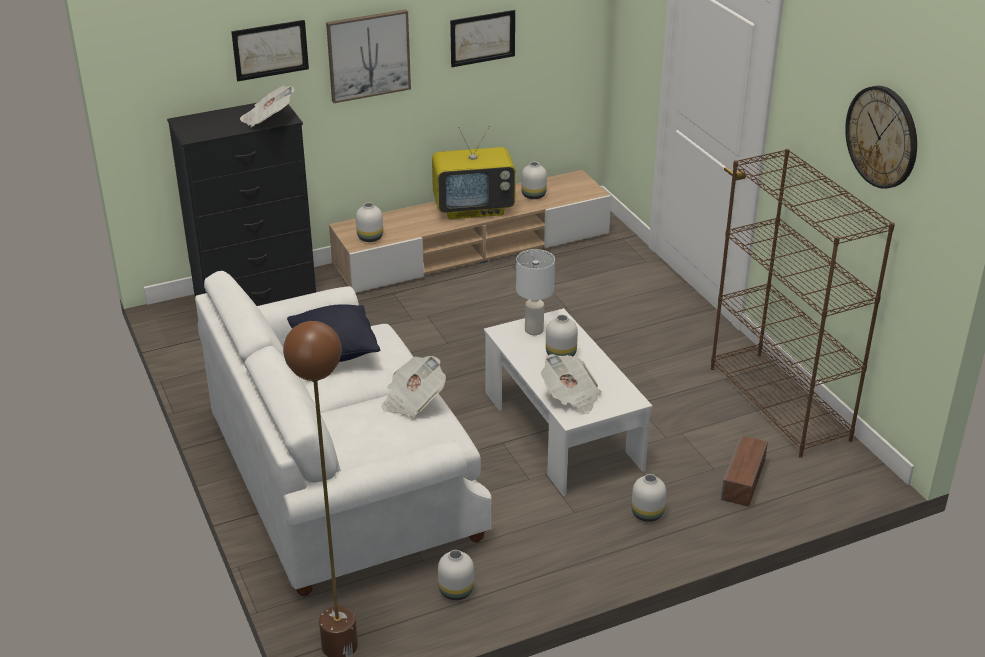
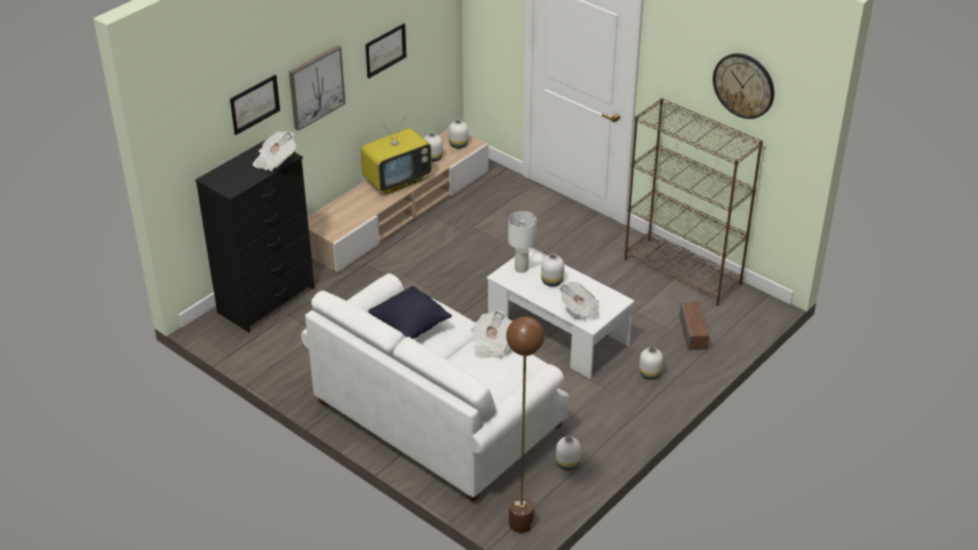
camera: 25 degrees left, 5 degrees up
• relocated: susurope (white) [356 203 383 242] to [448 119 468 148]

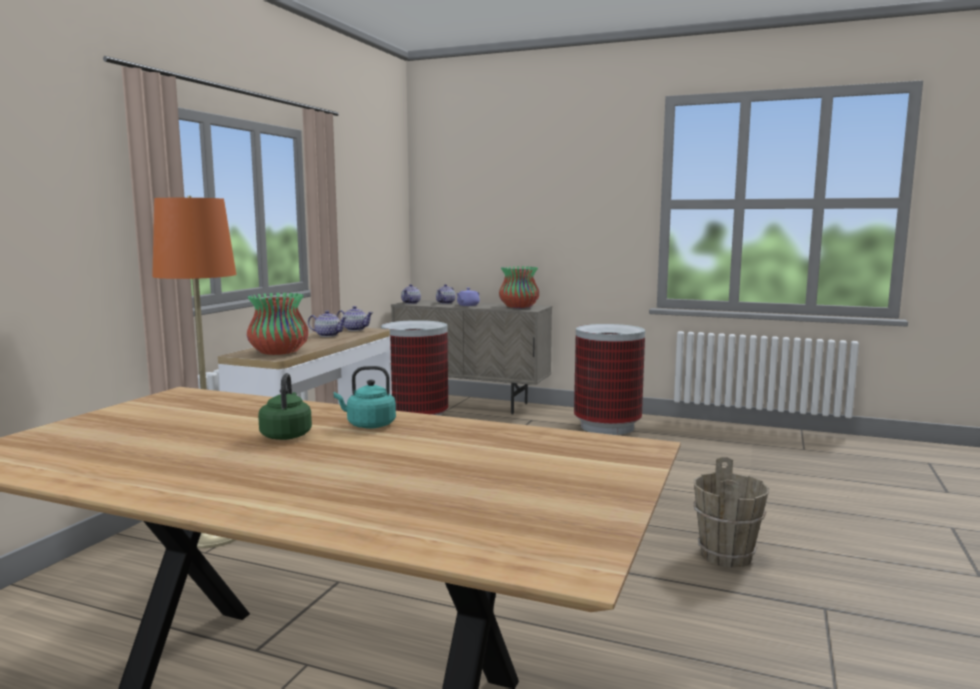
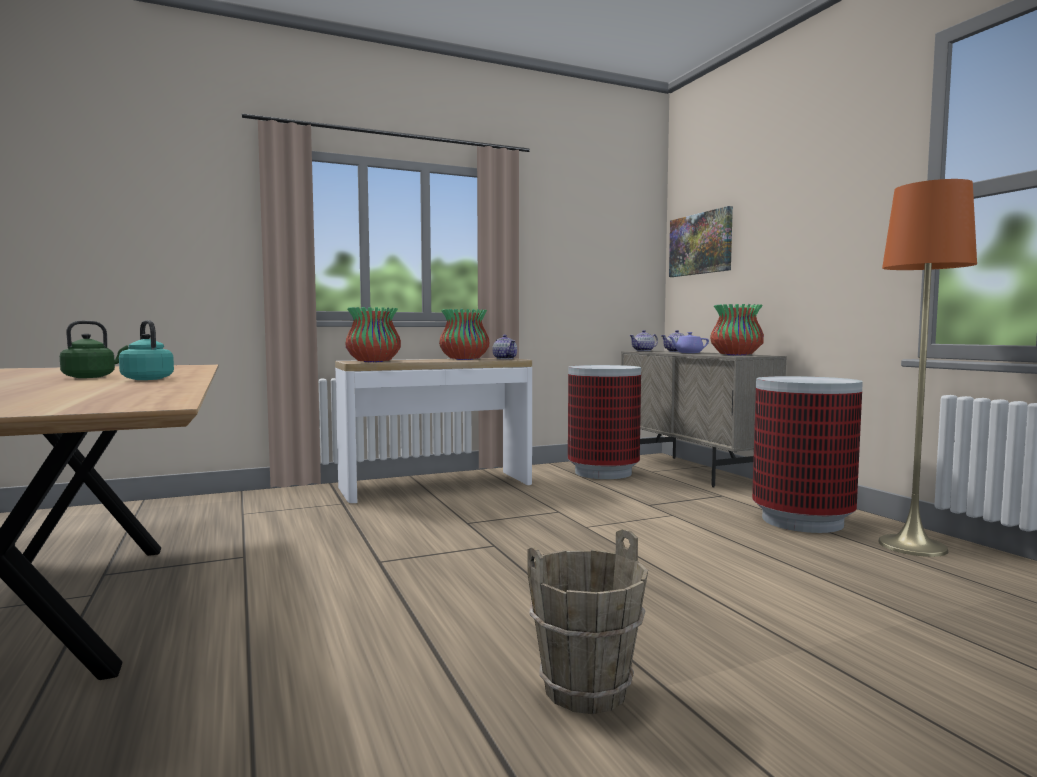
camera: 45 degrees right, 5 degrees down
• exchanged: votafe [308 310 348 337] to susurope [439 309 489 360]
• appeared: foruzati [669 206 733 277]
• relocated: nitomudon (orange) [152 196 236 548] to [878 179 977 557]

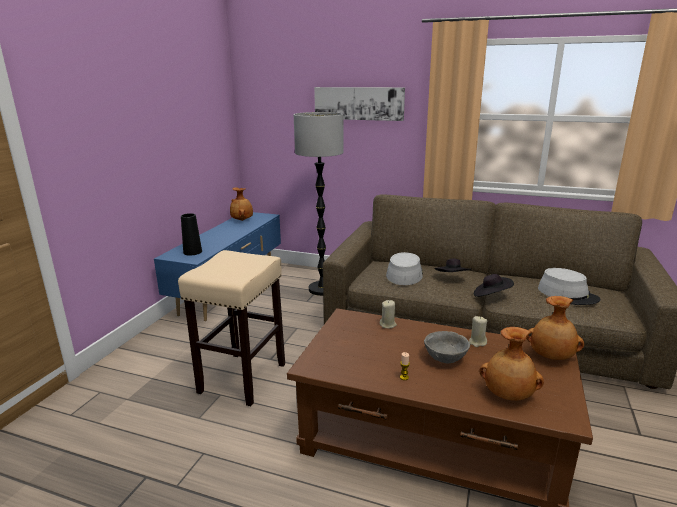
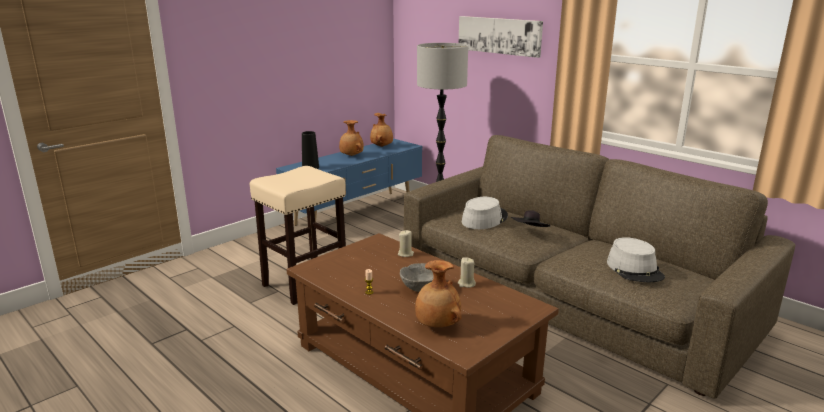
camera: 25 degrees right, 0 degrees up
• relocated: susurope (brown) [526 296 584 360] to [339 120 364 156]
• missing: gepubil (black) [474 274 514 297]

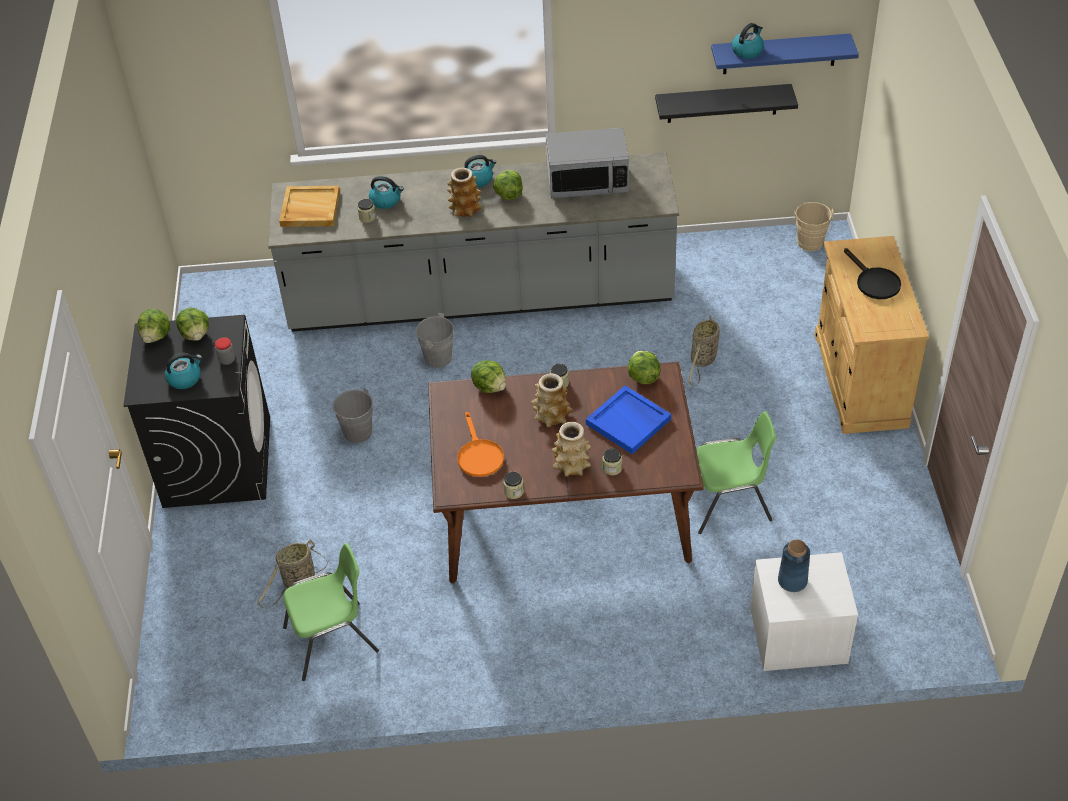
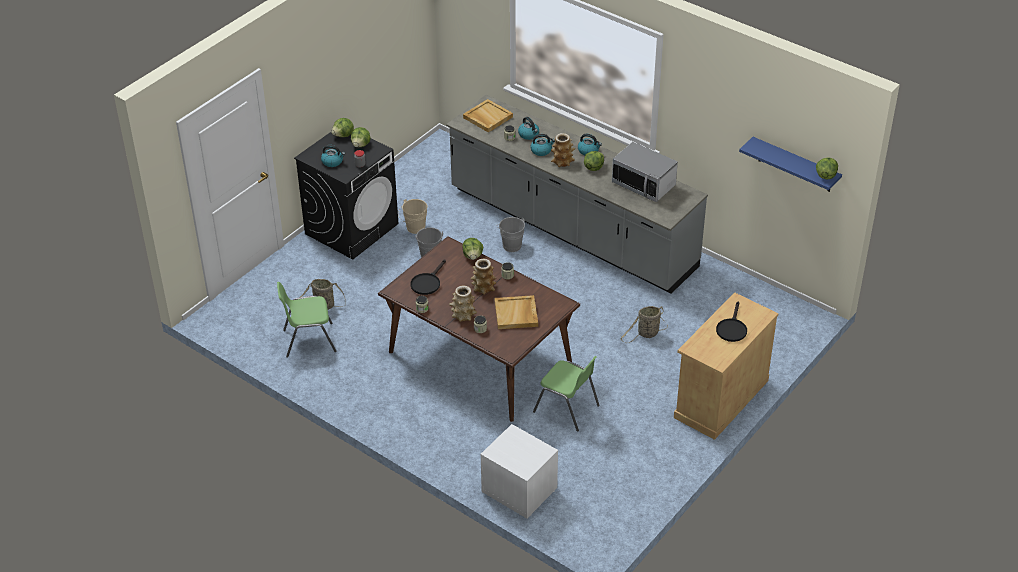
camera: 40 degrees right, 5 degrees down
• spun: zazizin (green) [283 543 379 681] = [277 282 337 358] 150 degrees clockwise
• relocated: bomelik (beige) [794 202 834 251] to [398 199 428 234]
• colour: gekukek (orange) [457 412 504 477] to gekukek (black) [410 259 446 295]
• colour: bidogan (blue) [586 386 671 454] to bidogan (beige) [495 295 538 329]
• relocated: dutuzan [732 23 764 59] to [531 134 555 156]
• relocated: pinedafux [628 351 661 384] to [816 158 838 180]
• missing: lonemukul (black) [655 84 798 123]
• missing: susurope (blue) [778 539 810 592]

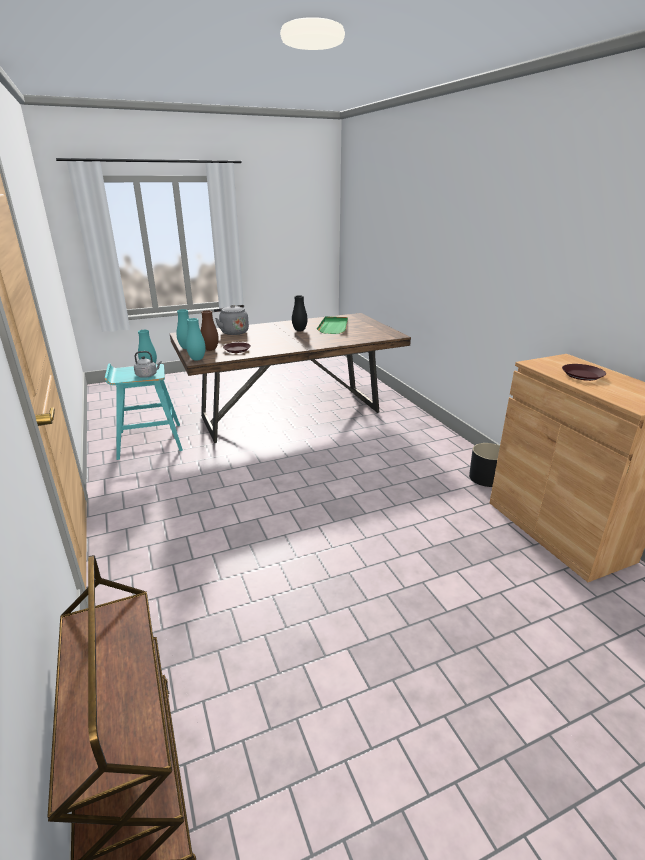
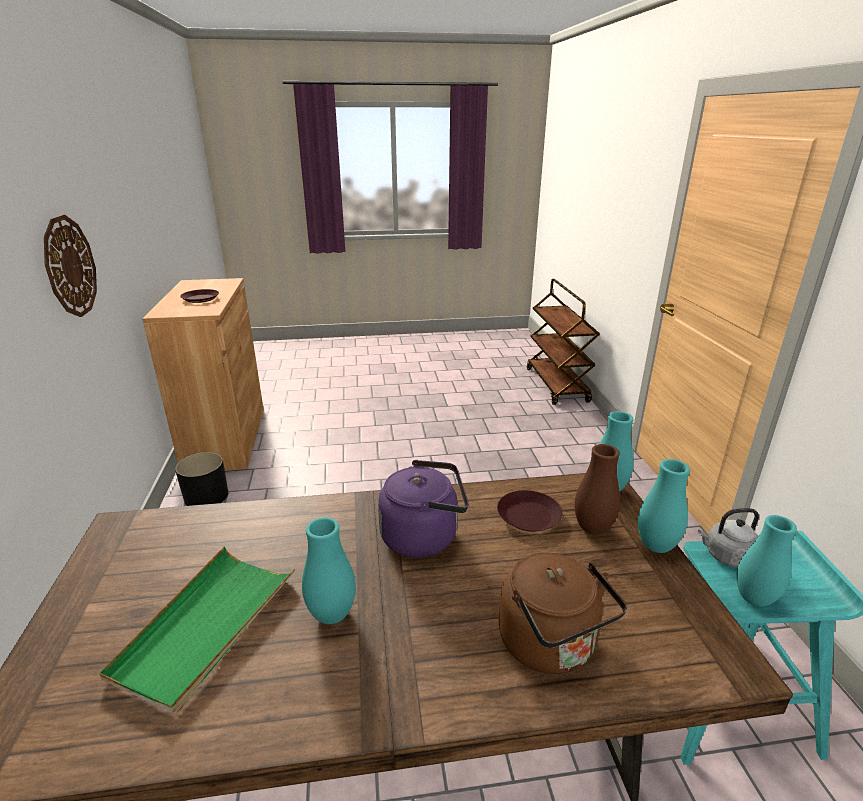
camera: 165 degrees left, 0 degrees up
• appeared: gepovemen [44 215 97 317]
• colour: susurope (black) [292 295 307 331] to susurope (turquoise) [302 517 356 624]
• appeared: dutuzan (purple) [378 460 469 558]
• colour: dutuzan (grey) [214 305 249 335] to dutuzan (brown) [499 552 627 674]

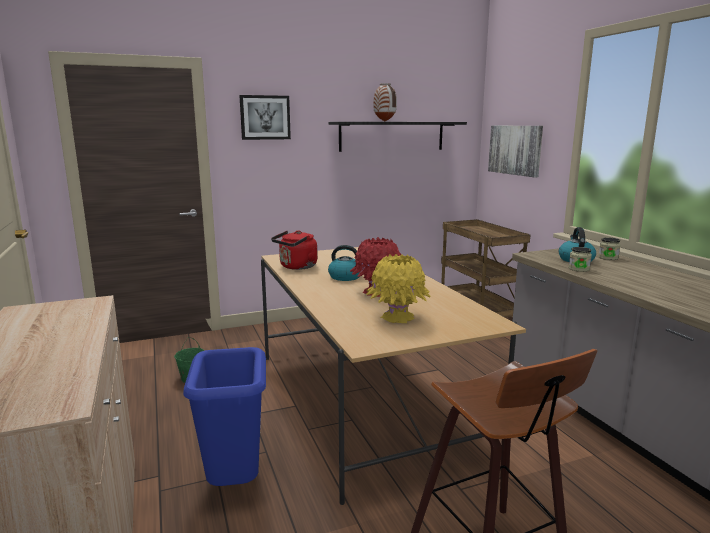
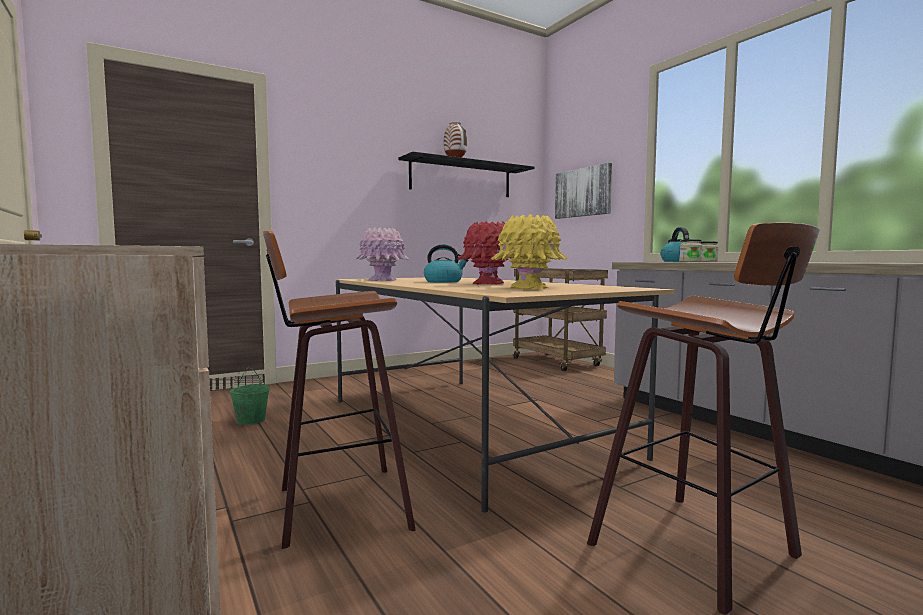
camera: 10 degrees left, 10 degrees down
• exchanged: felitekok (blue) [183 347 266 486] to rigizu [263 231 416 549]
• exchanged: dutuzan (red) [271 230 317 270] to susurope (pink) [355 227 409 281]
• missing: foruzati [239 95 291 140]

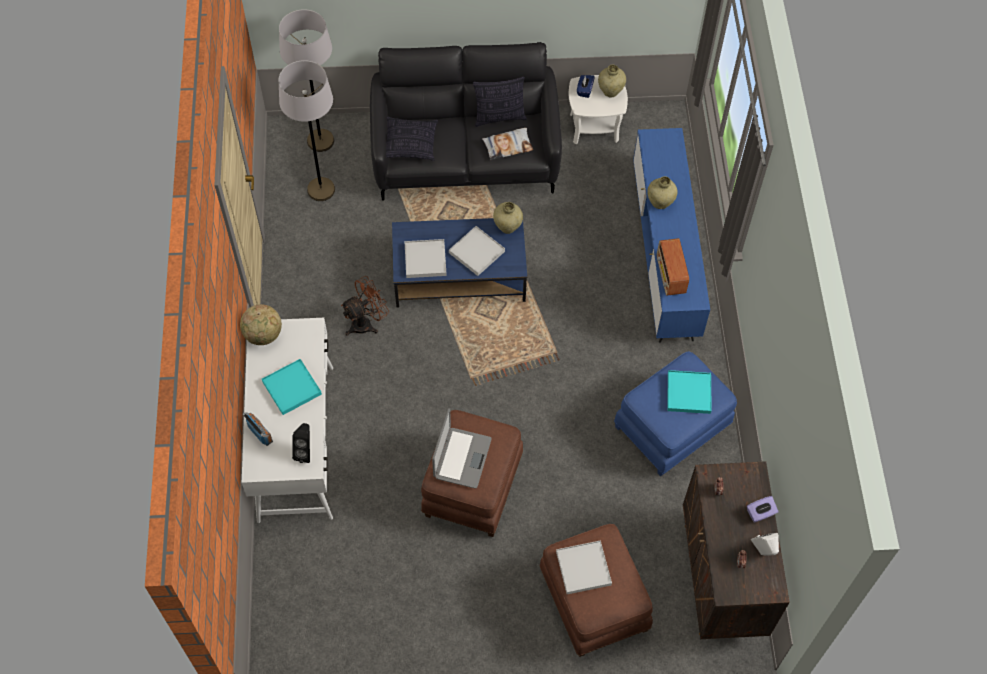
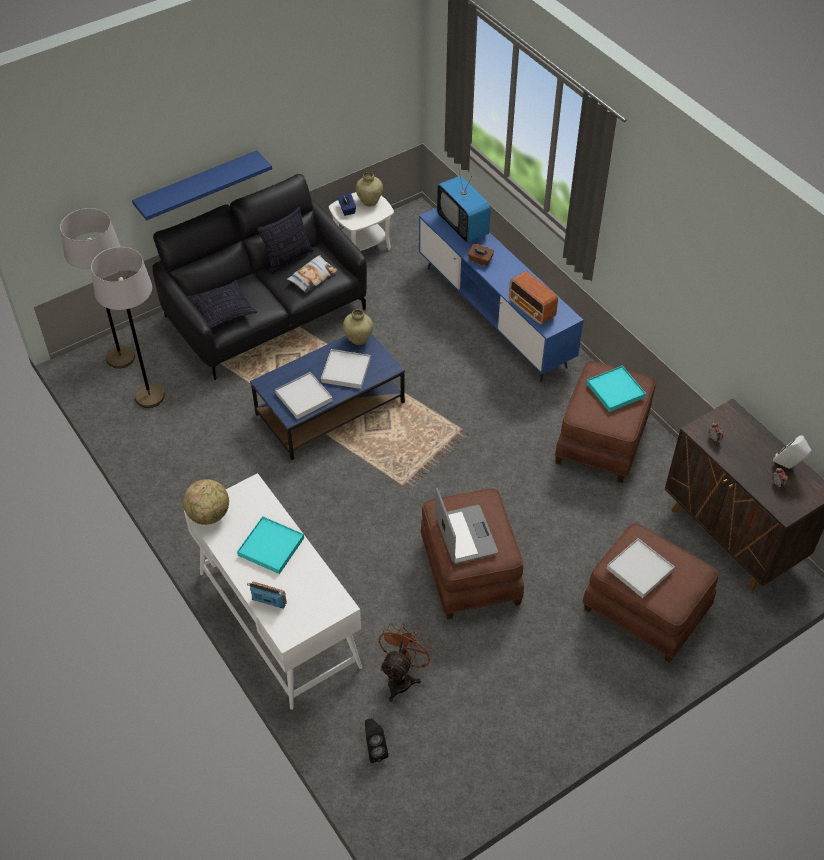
camera: 30 degrees left, 10 degrees down
• appeared: lonemukul (blue) [132 150 272 221]
• relocated: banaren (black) [292 423 310 463] to [365 718 389 763]
• relocated: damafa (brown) [341 276 389 336] to [379 624 434 702]
• appeared: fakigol [437 166 491 243]
• exchanged: susurope (beige) [647 176 678 209] to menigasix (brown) [468 244 494 266]
• colour: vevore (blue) [614 351 737 476] to vevore (brown) [555 361 656 483]
• missing: menigasix (purple) [747 496 778 523]

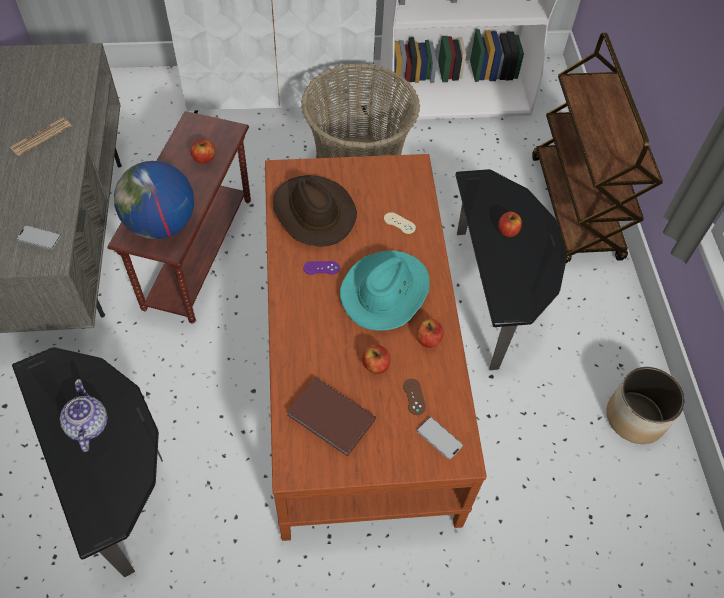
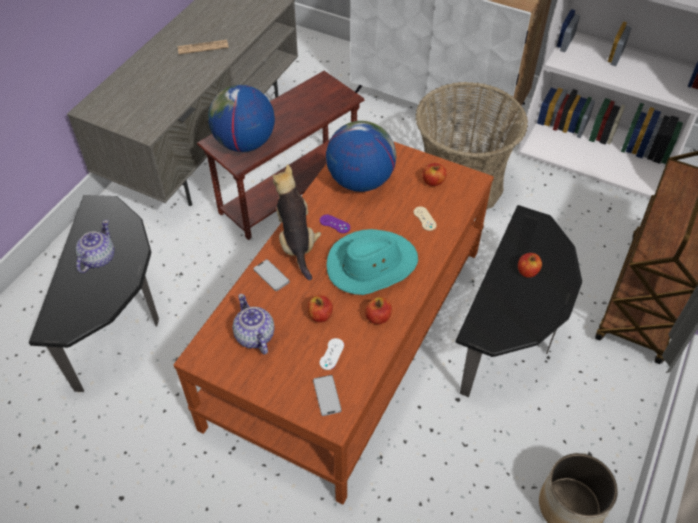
camera: 35 degrees right, 5 degrees down
• exchanged: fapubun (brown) [287 378 376 457] to votafe [232 294 275 355]
• relocated: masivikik [17 225 61 250] to [253 259 290 291]
• appeared: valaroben [272 164 321 281]
• colour: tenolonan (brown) [403 379 426 415] to tenolonan (white) [320 338 344 370]
• exchanged: gepubil (brown) [273 175 357 247] to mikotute [326 121 396 192]
• relocated: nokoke [191 139 215 164] to [423 163 446 186]

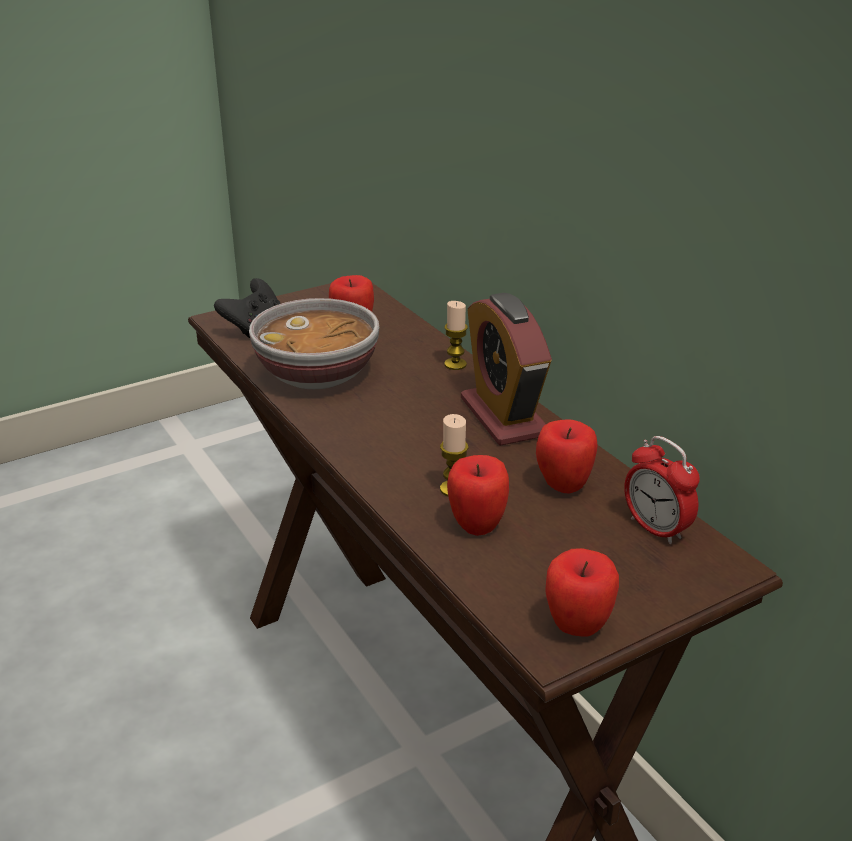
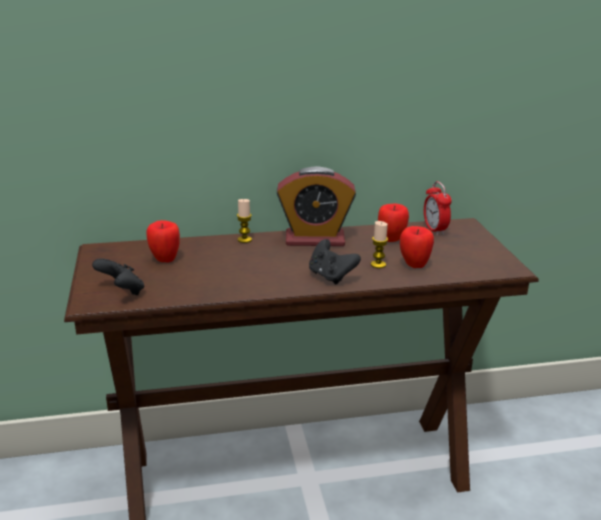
camera: 70 degrees left, 5 degrees down
• appeared: tenolonan (black) [309 239 361 284]
• spun: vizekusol [624 436 700 544] = [424 181 452 235] 90 degrees clockwise
• missing: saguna [249 298 379 389]
• missing: nokoke [545 548 619 637]

